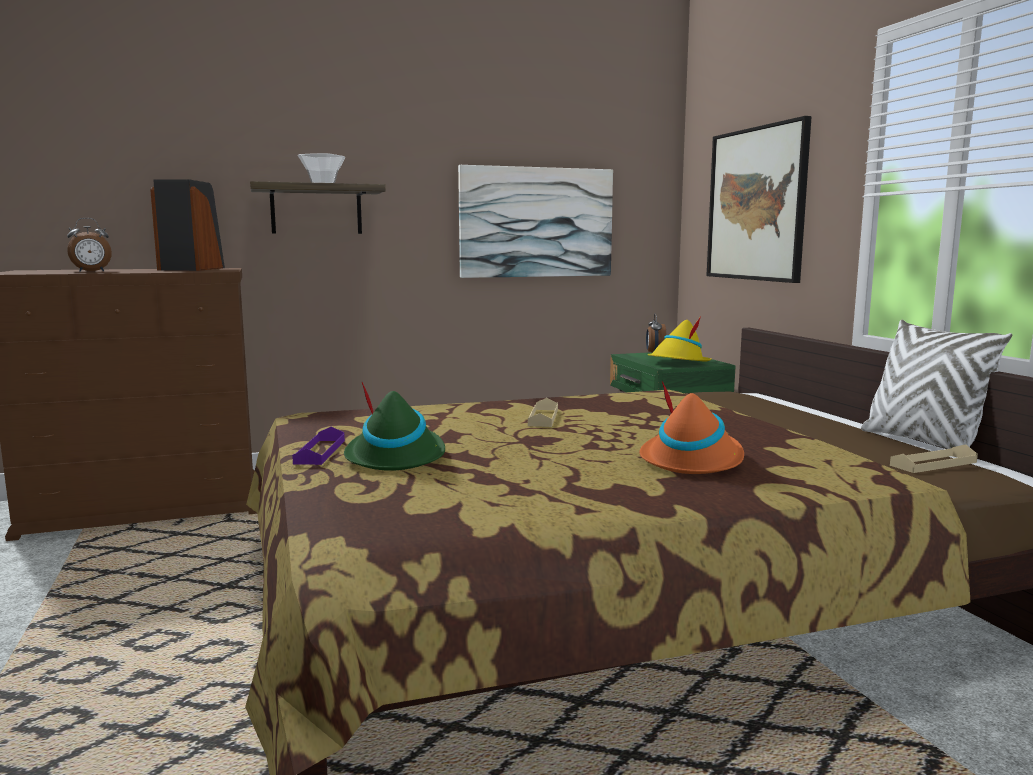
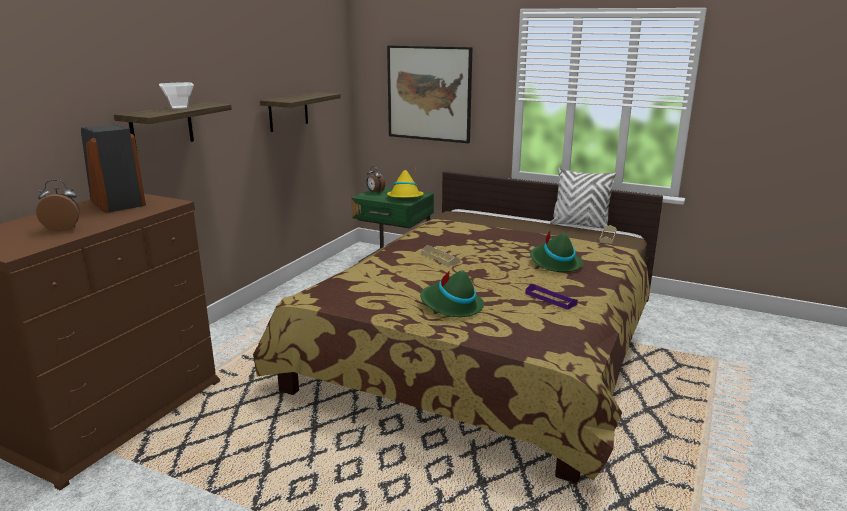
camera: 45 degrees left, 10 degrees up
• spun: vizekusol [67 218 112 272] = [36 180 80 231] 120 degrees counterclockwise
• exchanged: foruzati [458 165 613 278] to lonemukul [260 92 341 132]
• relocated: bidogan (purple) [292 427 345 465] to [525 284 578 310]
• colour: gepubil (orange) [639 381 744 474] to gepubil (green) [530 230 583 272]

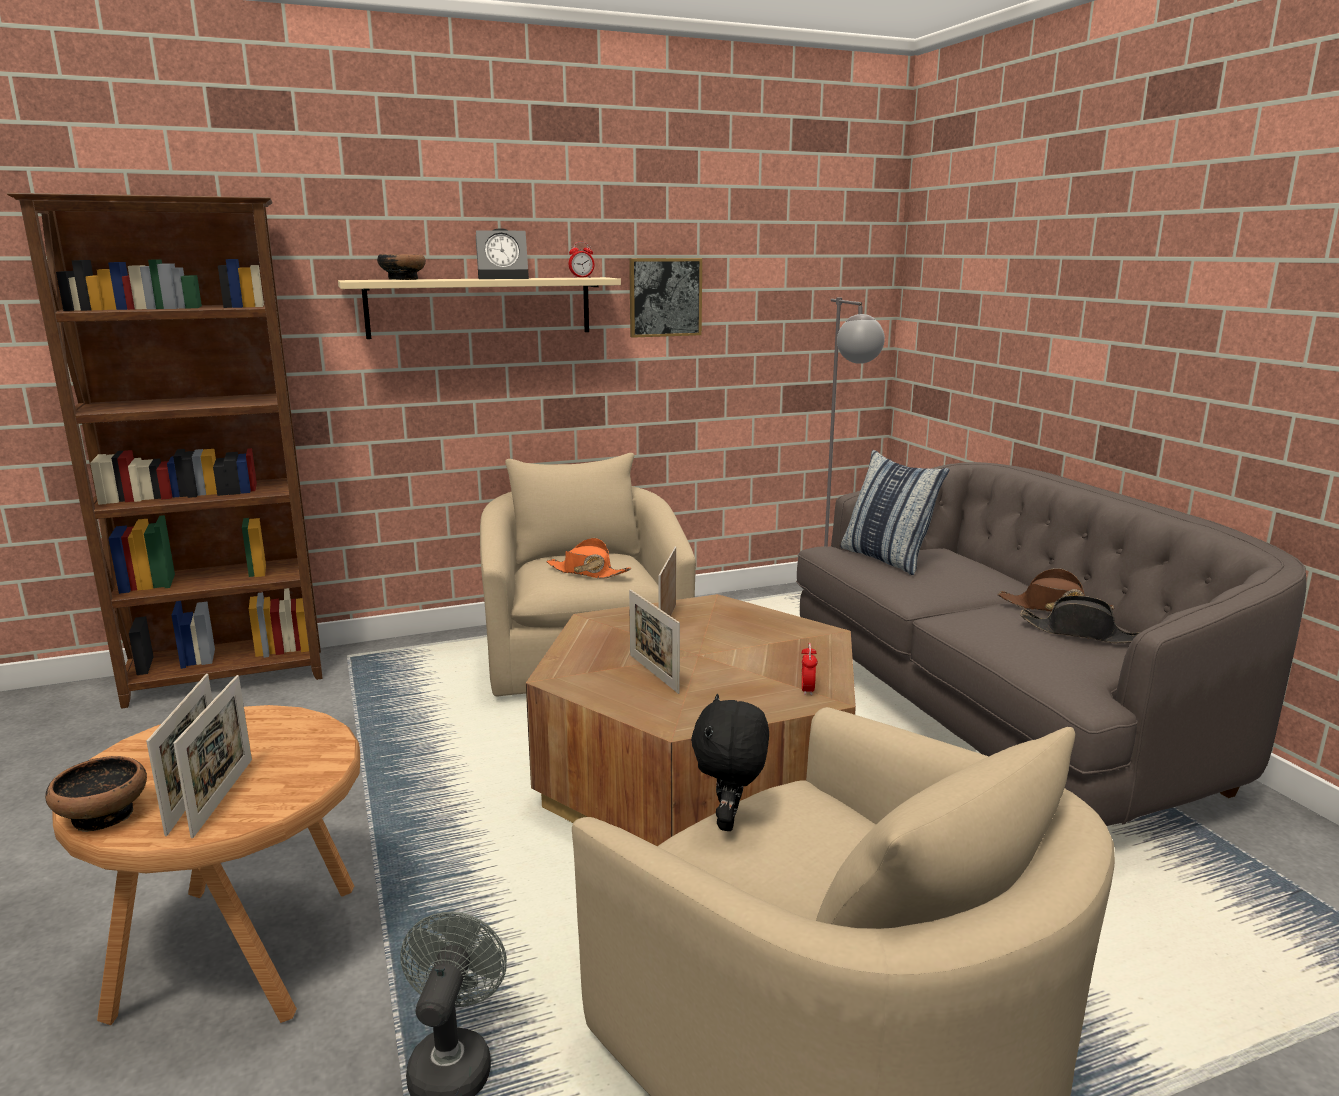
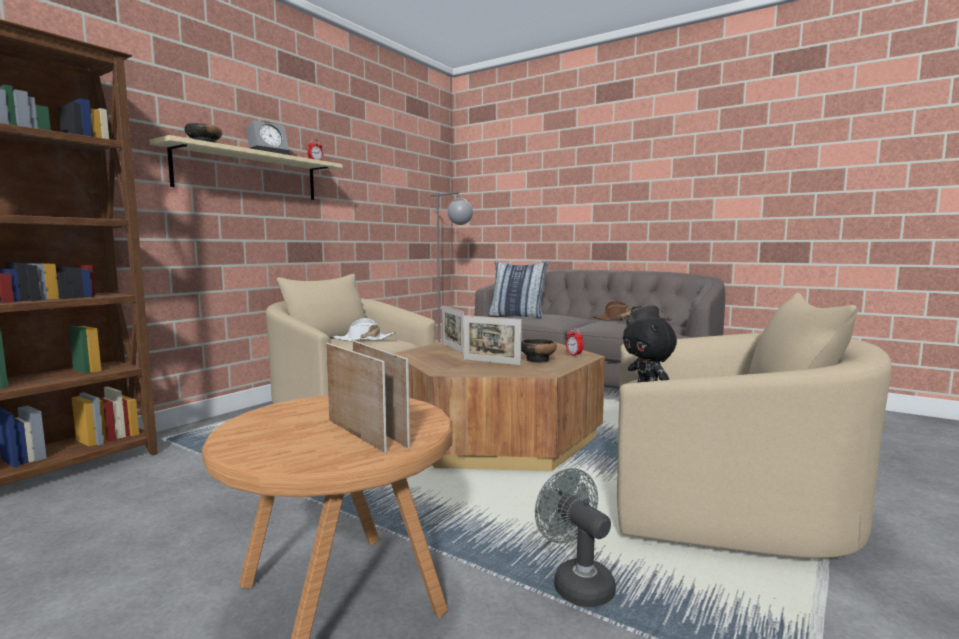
camera: 35 degrees left, 10 degrees down
• colour: gepubil (orange) [546 538 631 579] to gepubil (white) [333 318 395 341]
• relocated: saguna [45 756 147 832] to [521 339 557 363]
• missing: foruzati [629 258 702 338]

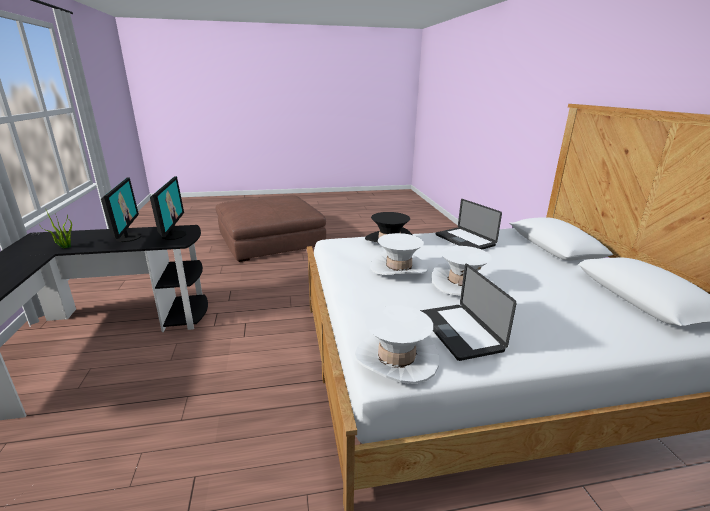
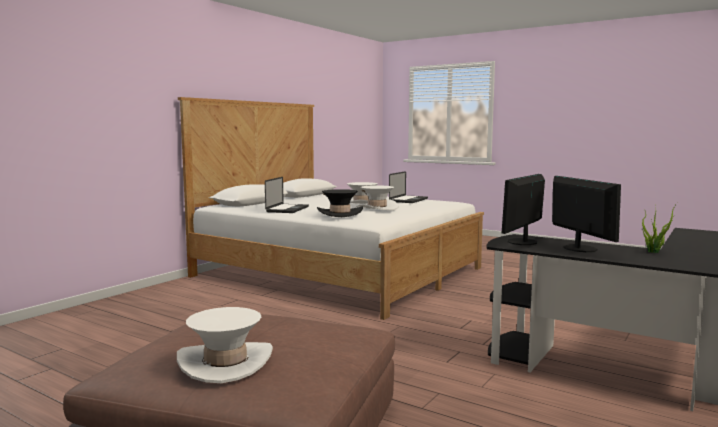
camera: 135 degrees left, 15 degrees down
• relocated: gepubil (white) [355 305 439 384] to [177 307 273 383]
• spun: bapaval [101 177 142 242] = [552 176 621 252] 135 degrees clockwise

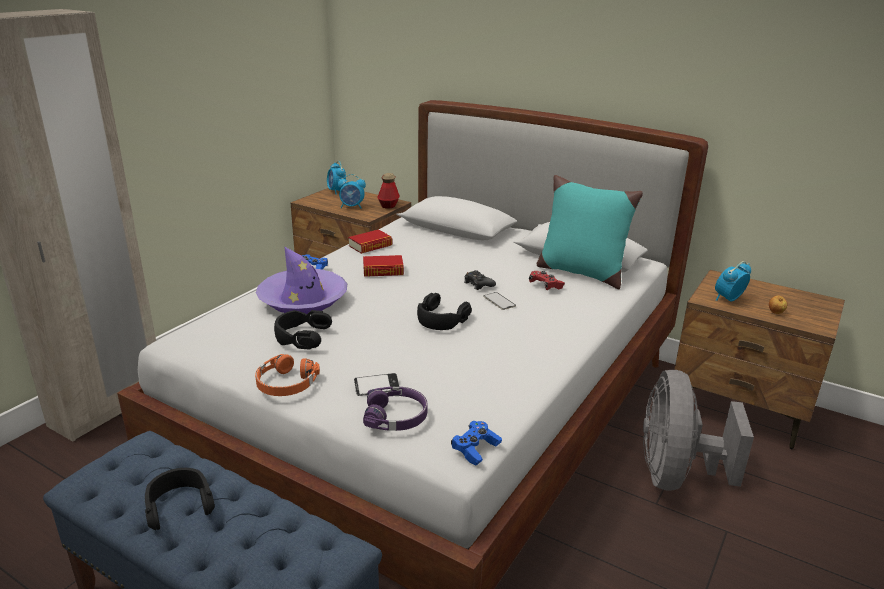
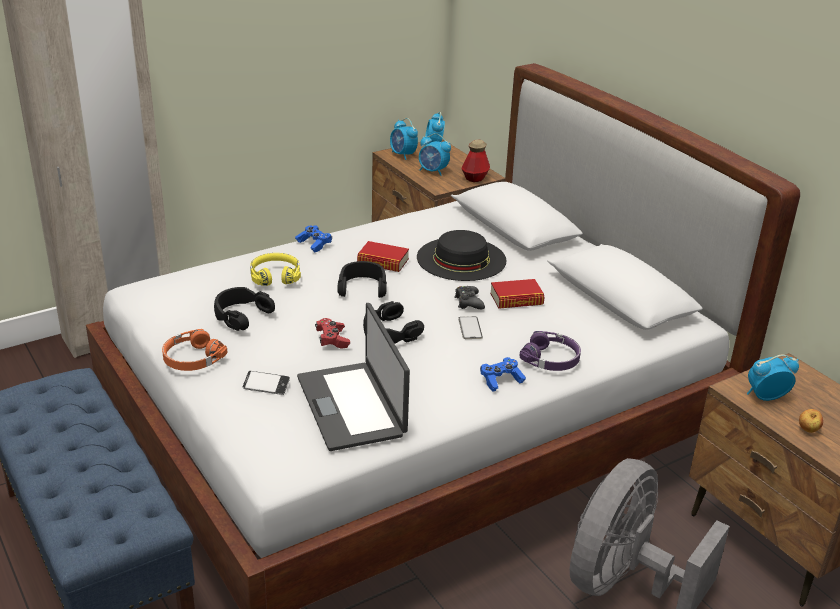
camera: 25 degrees right, 5 degrees up
• exchanged: gepubil (purple) [256 247 347 314] to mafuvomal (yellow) [250 253 301 286]
• appeared: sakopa [297 303 410 451]
• relocated: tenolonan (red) [529 271 565 290] to [315 318 350 349]
• relocated: mafuvomal (black) [145 468 215 531] to [337 261 387 298]
• appeared: vizekusol [390 118 418 160]
• appeared: gepubil (black) [417 230 507 281]
• relocated: tenolonan (blue) [451 421 502 466] to [480 357 526 392]
• relocated: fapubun [348 230 392 254] to [490 279 544 309]
• relocated: mafuvomal (purple) [363 387 428 431] to [519 331 581 371]
• missing: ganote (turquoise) [537 175 643 289]

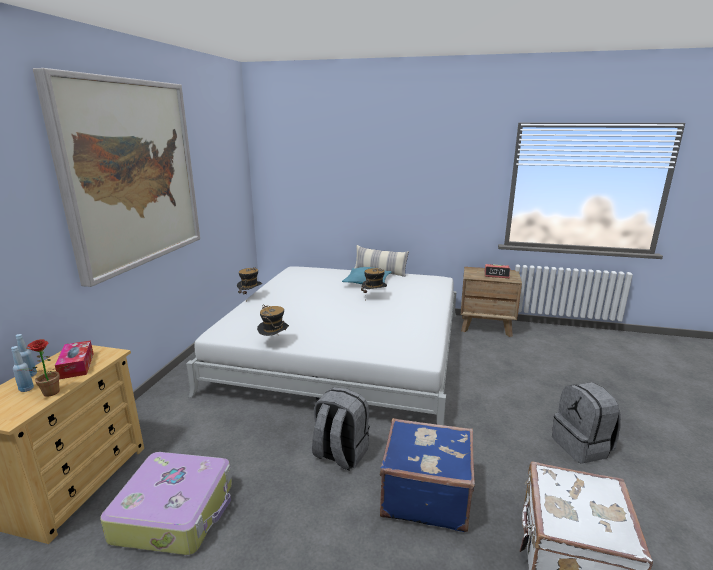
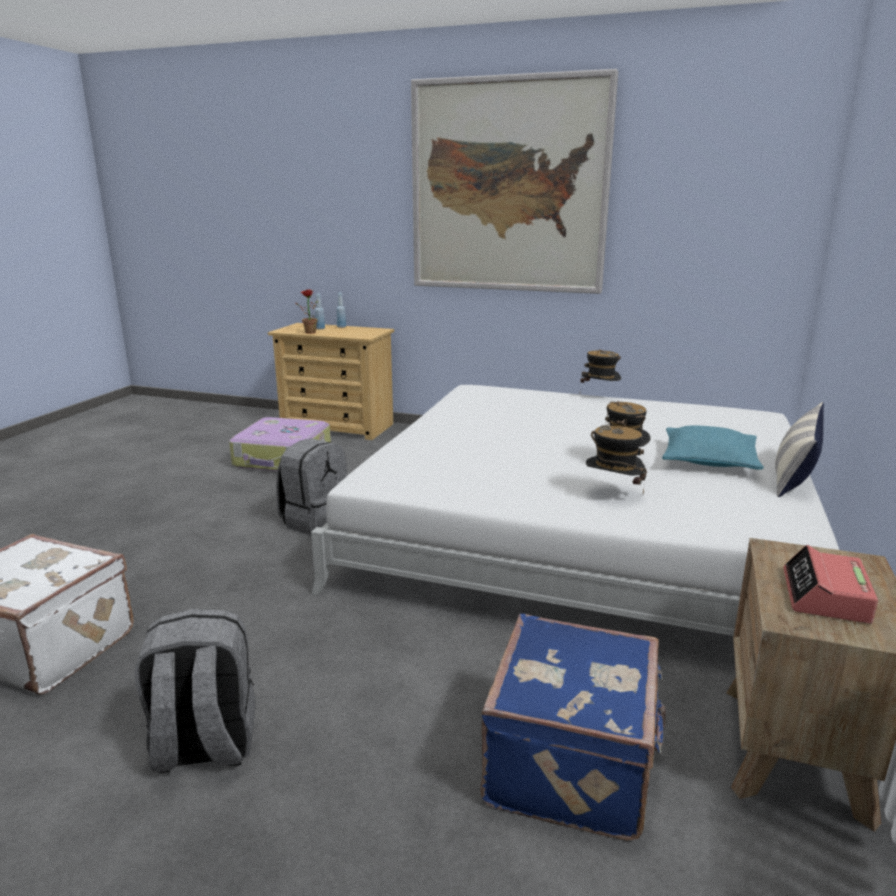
camera: 95 degrees right, 0 degrees up
• relocated: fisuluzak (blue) [380 418 475 532] to [481 614 666 841]
• relocated: gepubil [257 305 289 336] to [586 420 647 494]
• missing: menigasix [55 340 94 379]

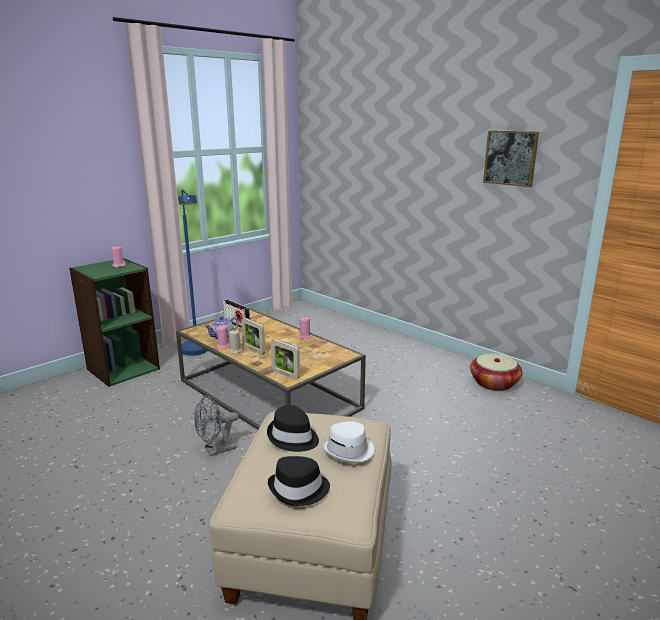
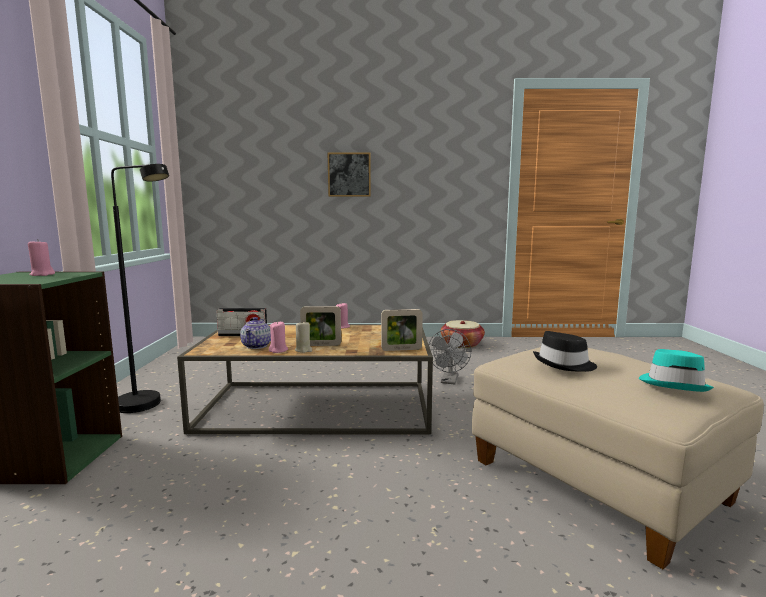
camera: 45 degrees left, 10 degrees down
• colour: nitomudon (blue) [178 189 207 356] to nitomudon (black) [111 164 169 413]
• relocated: foruzati [483 130 539 187] to [328 153 371 197]
• relocated: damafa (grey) [194 395 239 456] to [429 329 471 384]
• colour: gepubil (black) [268 456 330 506] to gepubil (turquoise) [639 349 714 392]
• missing: gepubil (white) [322 421 374 463]

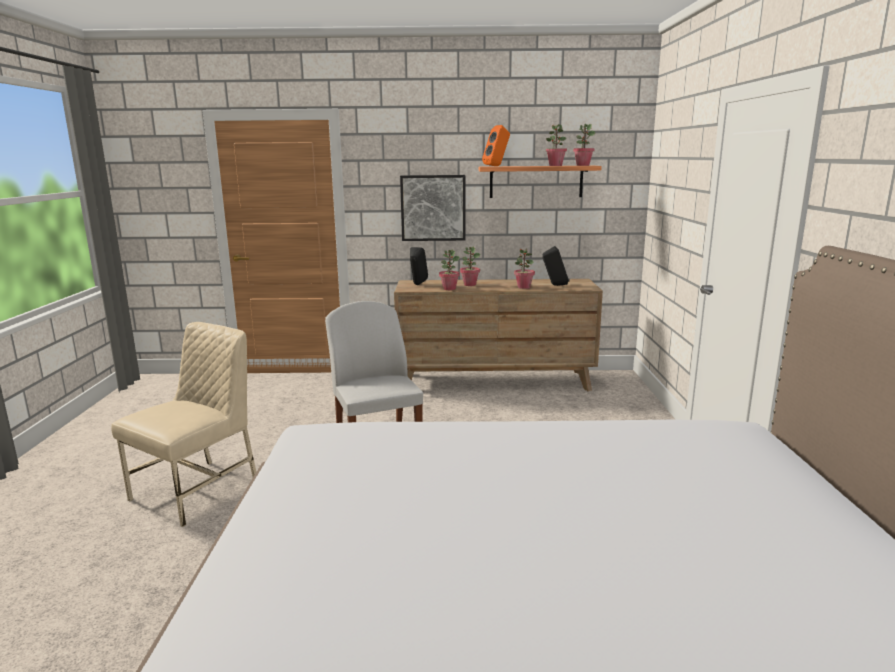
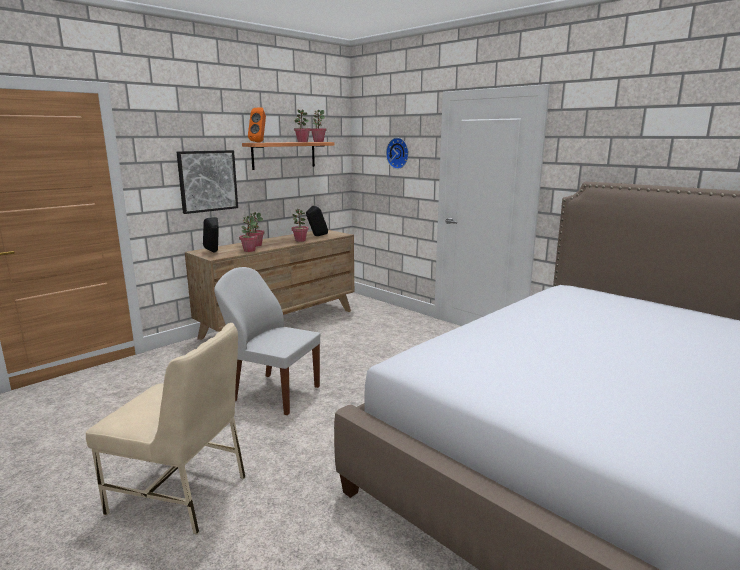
camera: 45 degrees left, 0 degrees up
• spun: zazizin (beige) [111 322 256 527] = [86 323 246 534] 120 degrees clockwise
• appeared: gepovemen [386 138 409 169]

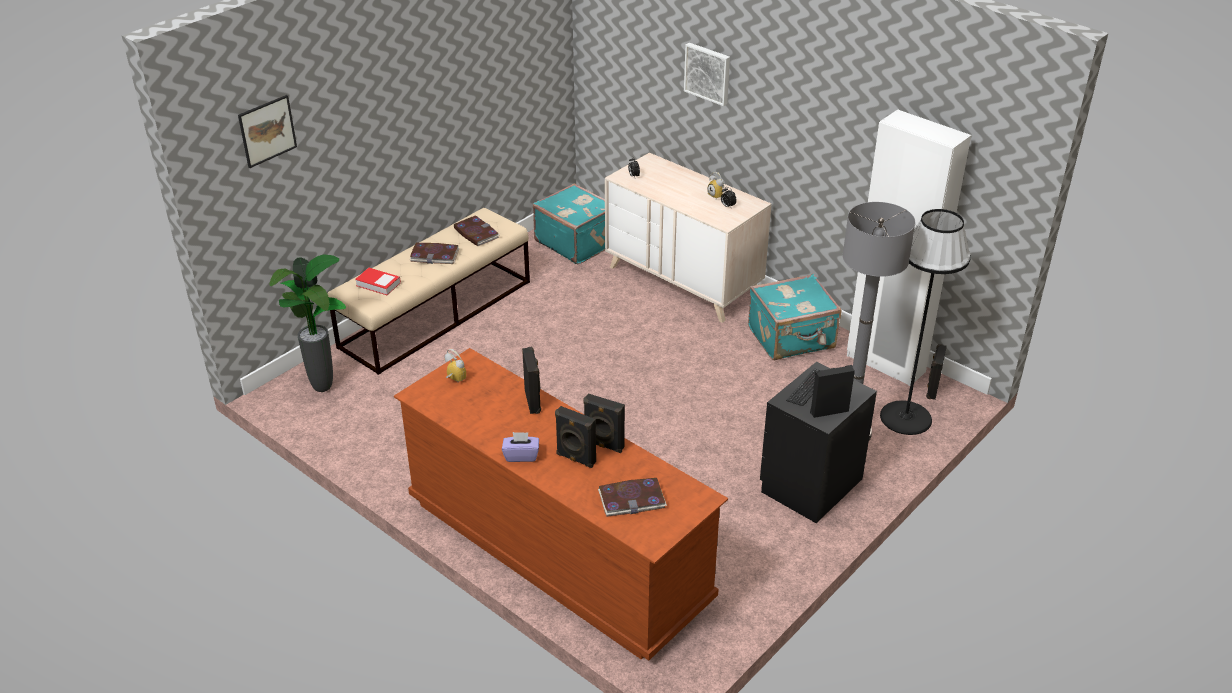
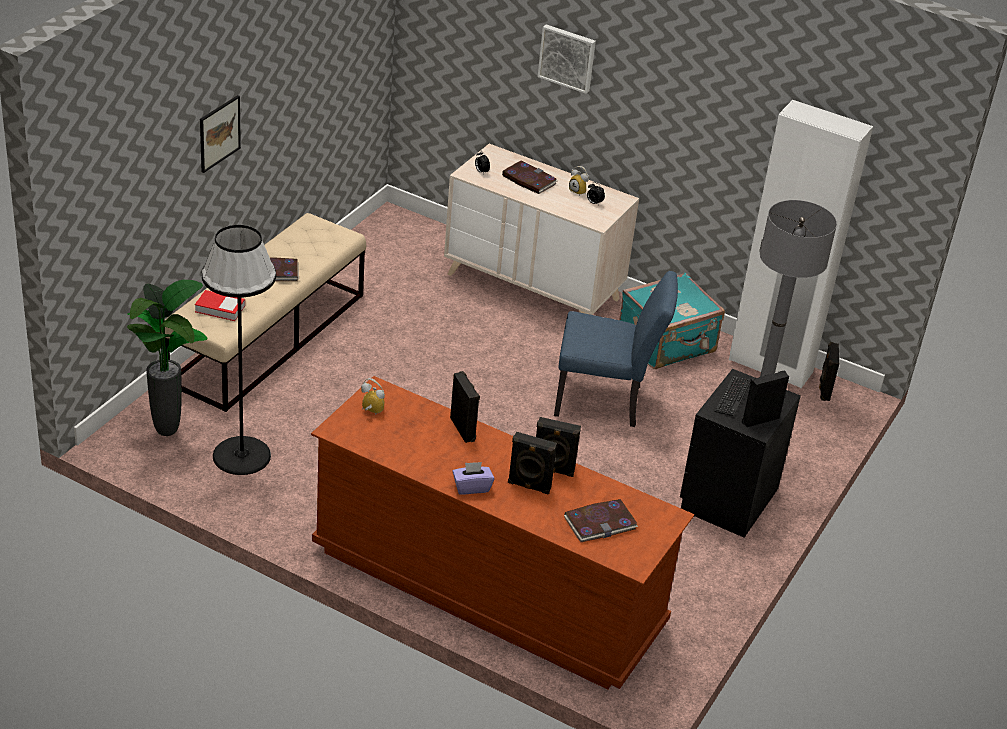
camera: 15 degrees left, 0 degrees up
• relocated: foruzati [238 95 297 168] to [200 95 241 173]
• relocated: nitomudon (black) [880 209 971 435] to [202 225 276 475]
• relocated: fapubun [454 215 499 246] to [502 160 557 194]
• appeared: zazizin (blue) [554 271 678 427]
• missing: fisuluzak (turquoise) [533 183 605 264]

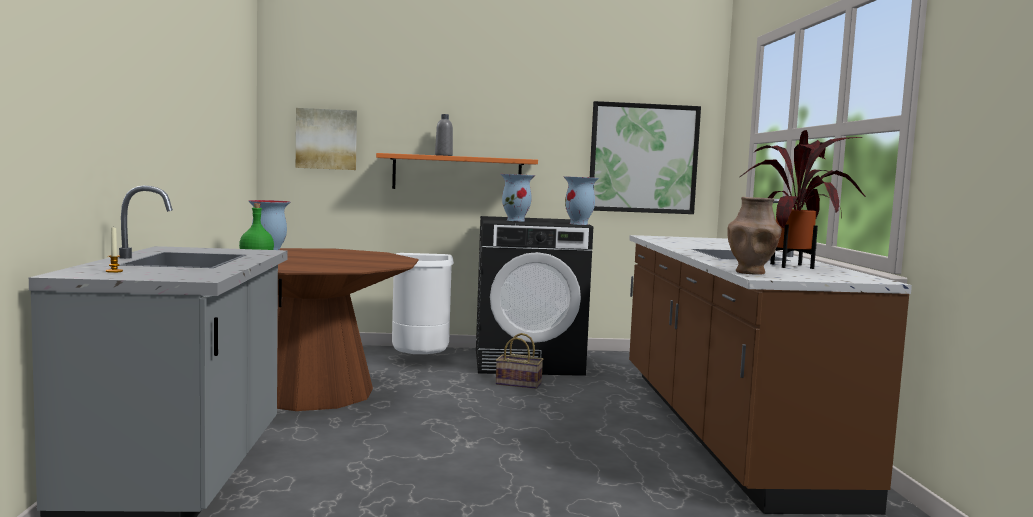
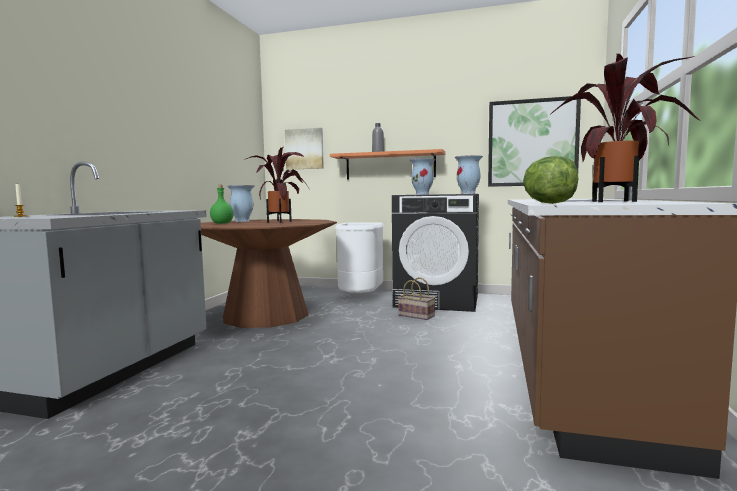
camera: 20 degrees right, 0 degrees up
• appeared: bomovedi [244 147 310 223]
• exchanged: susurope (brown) [727 197 782 275] to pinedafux [523 156 578 204]

